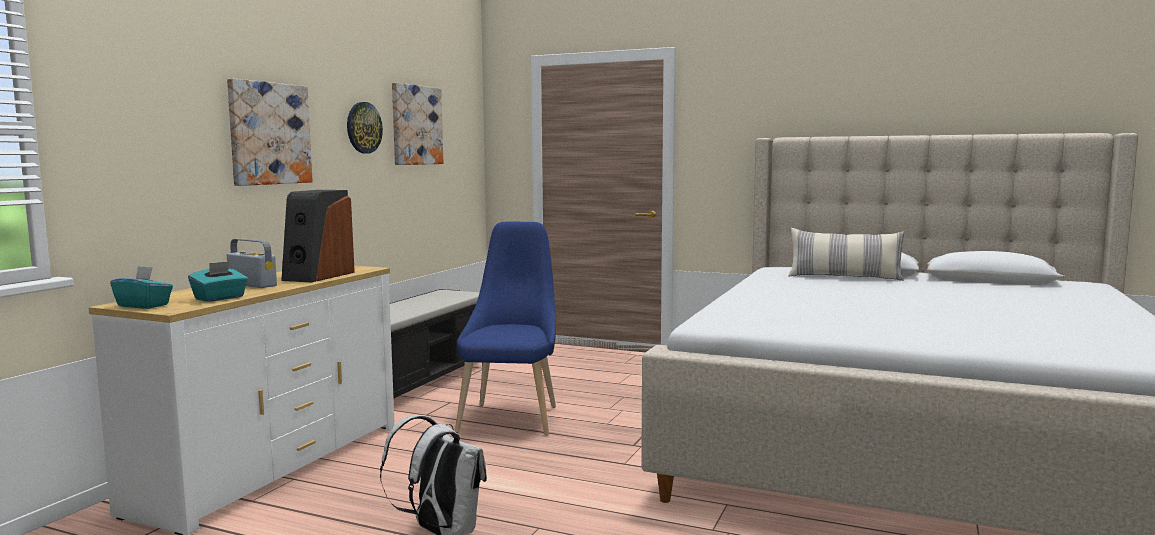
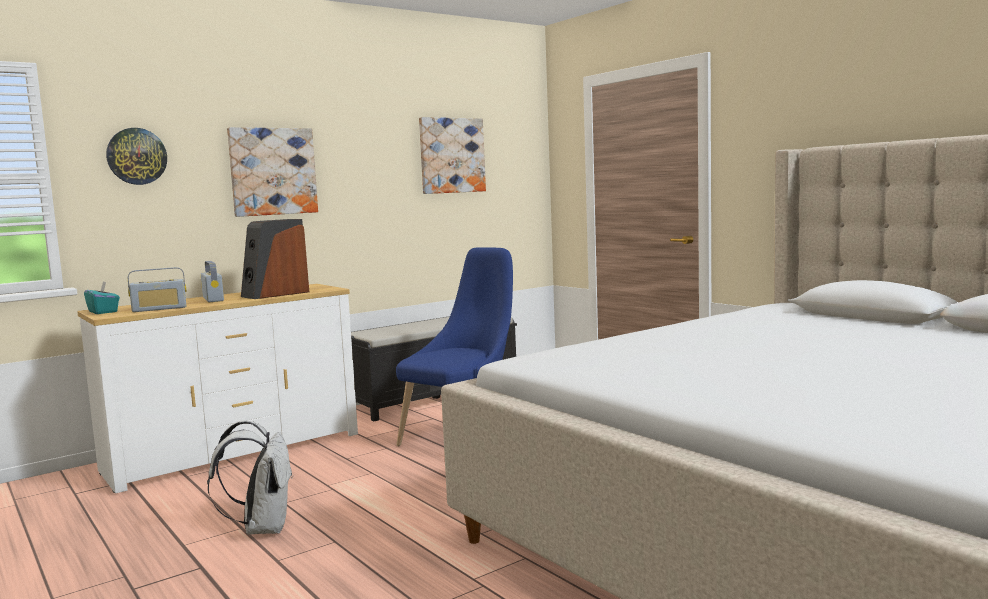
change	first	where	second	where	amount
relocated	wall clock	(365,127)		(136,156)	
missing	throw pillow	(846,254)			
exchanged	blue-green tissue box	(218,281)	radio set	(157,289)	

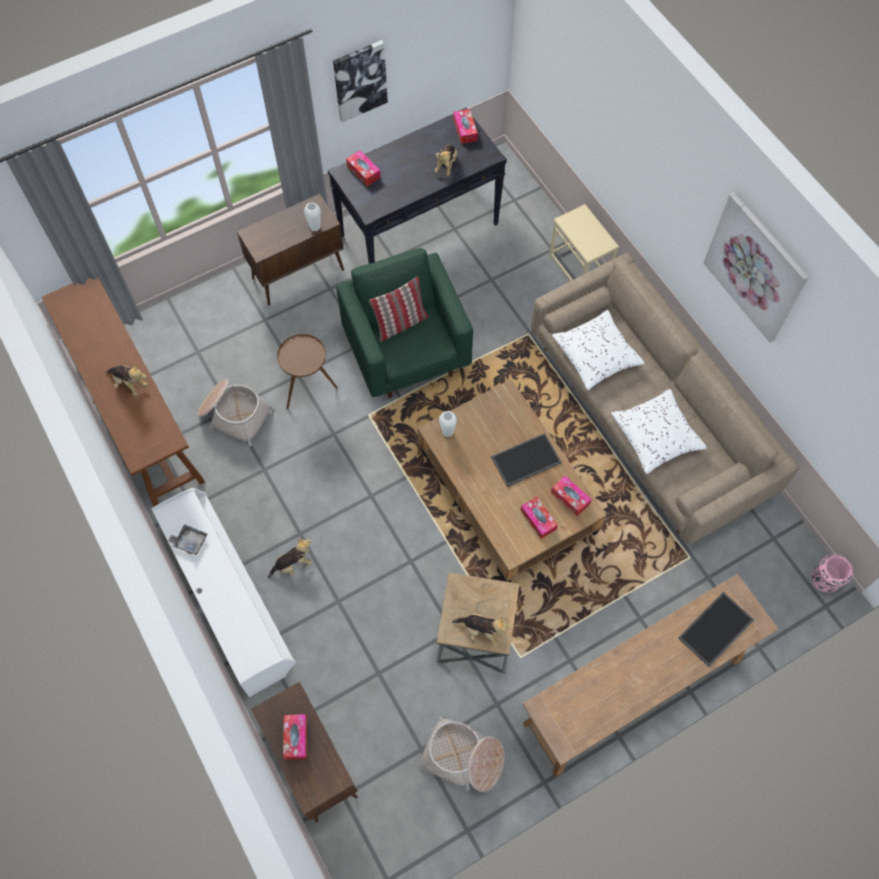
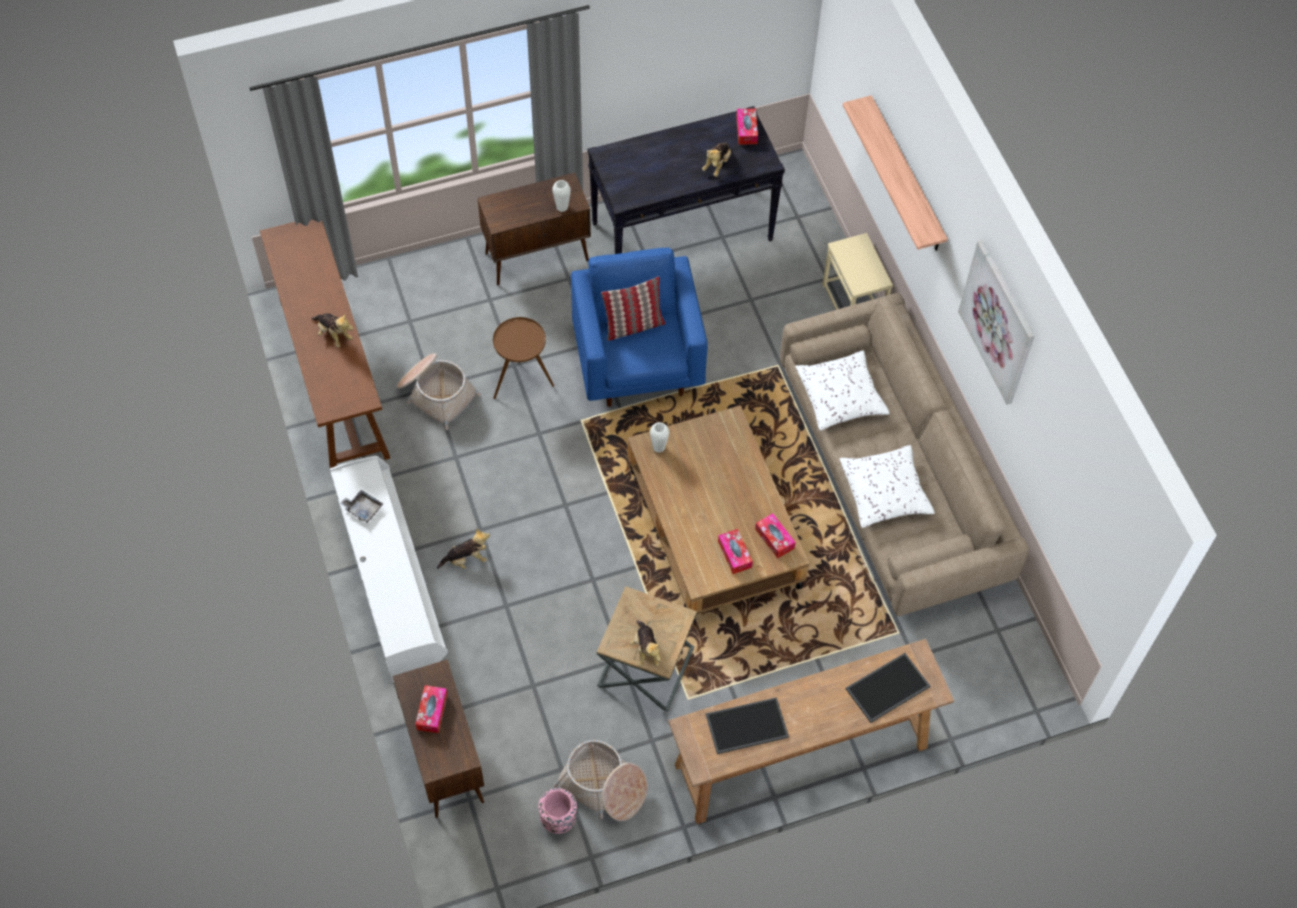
change	first	where	second	where	amount
missing	wall picture	(360,81)			
missing	tissue box	(363,168)			
colour	green-coloured armchair	(404,323)	blue-coloured armchair	(639,327)	
relocated	carrying tray	(526,460)		(747,725)	
relocated	pink vase	(832,573)		(558,811)	
spun	plush toy	(481,630)		(645,644)	45 degrees clockwise
appeared			bracket shelf	(895,173)	

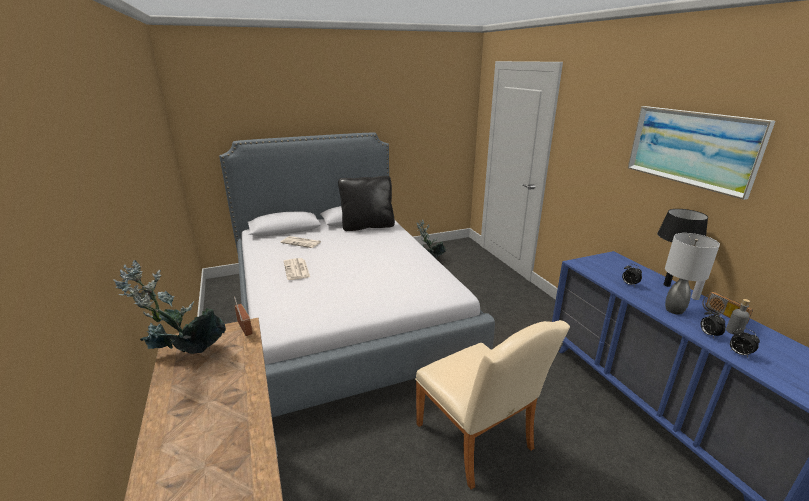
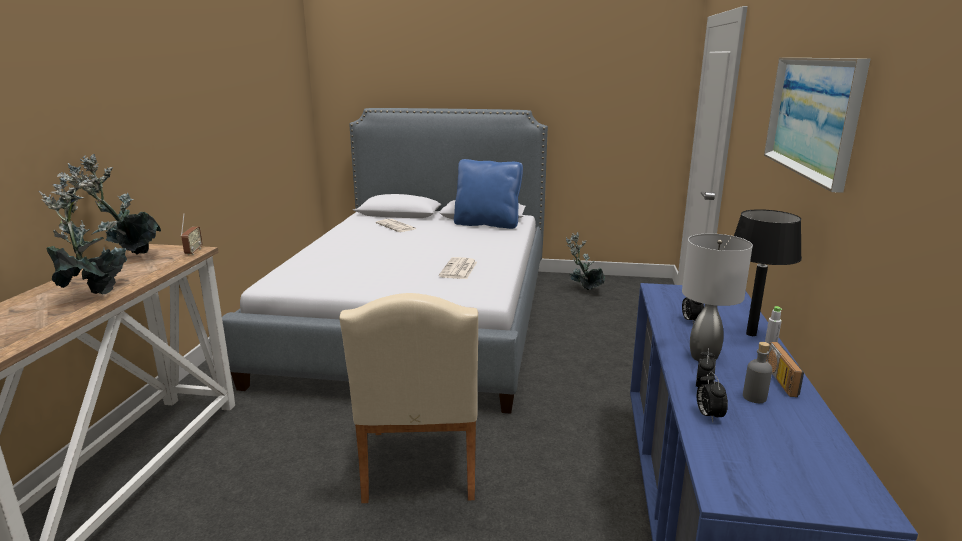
change	first	where	second	where	amount
colour	black throw pillow	(366,203)	blue-coloured throw pillow	(488,194)	
relocated	printed paper	(297,269)		(458,268)	
appeared			potted plant	(82,232)	

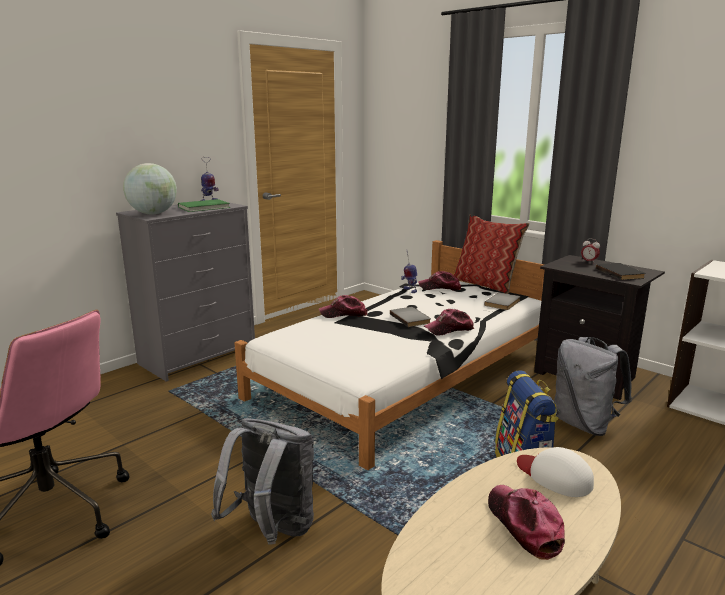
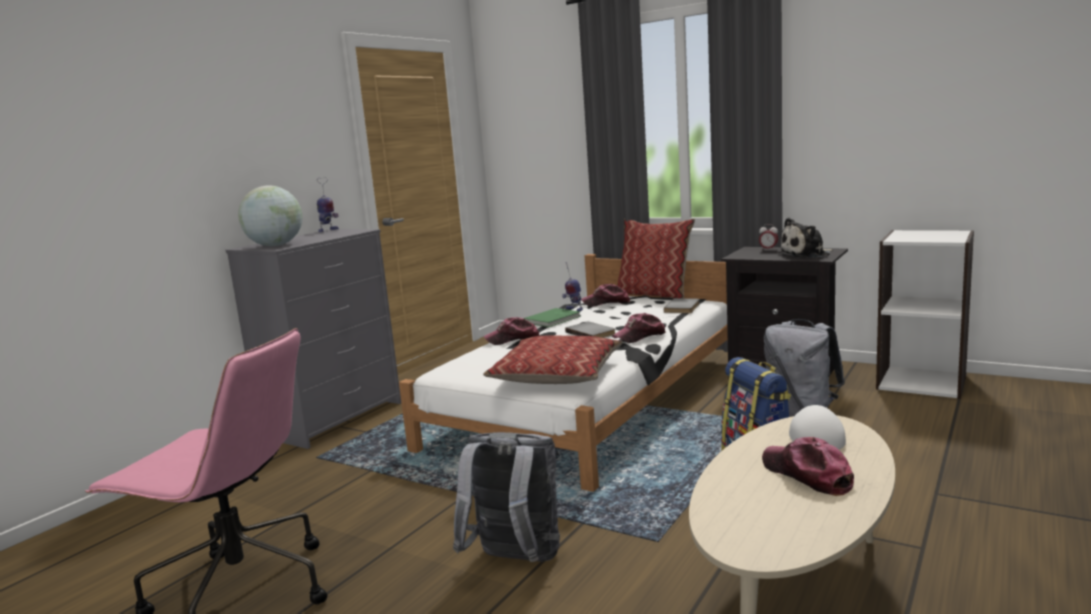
change	first	where	second	where	amount
relocated	green-coloured book	(204,205)		(552,317)	
exchanged	black book	(621,271)	plush toy	(805,238)	
spun	white cap	(555,472)		(817,427)	60 degrees clockwise
appeared			throw pillow	(553,360)	

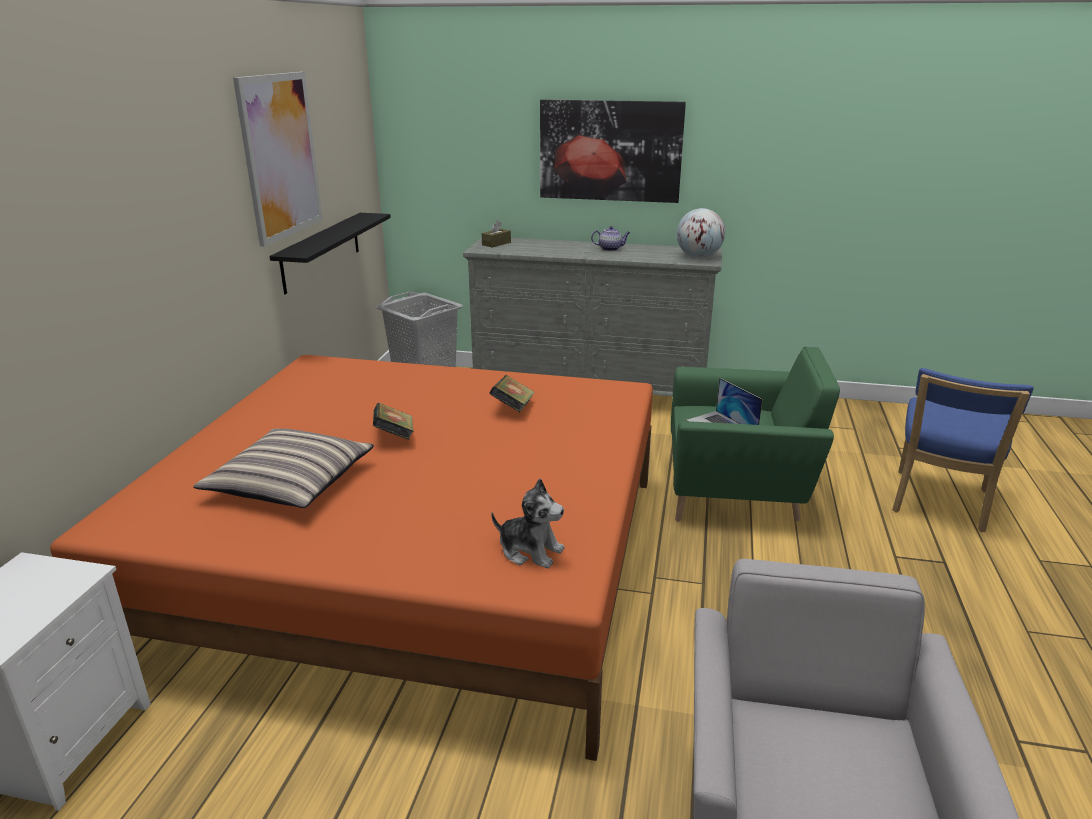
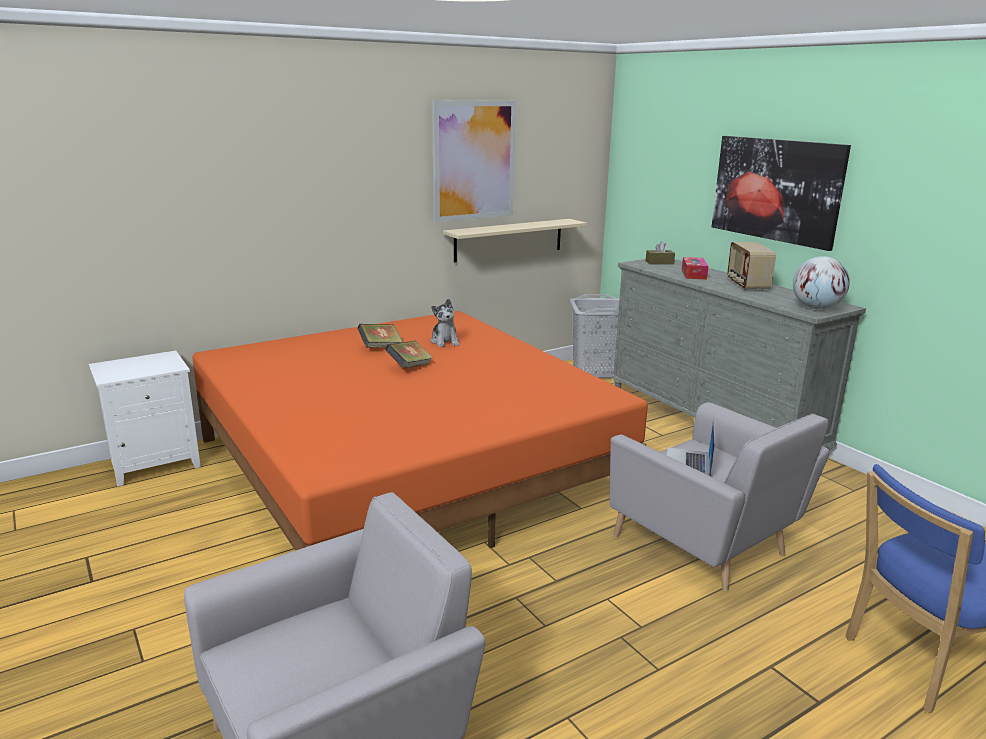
change	first	where	second	where	amount
colour	black bracket shelf	(330,254)	beige-coloured bracket shelf	(515,240)	
exchanged	teapot	(610,238)	radio set	(751,266)	
colour	green-coloured armchair	(755,434)	greyish armchair	(719,496)	
relocated	book	(512,393)		(380,336)	
missing	throw pillow	(283,468)			
relocated	plush toy	(528,523)		(444,323)	
appeared			tissue box	(695,268)	

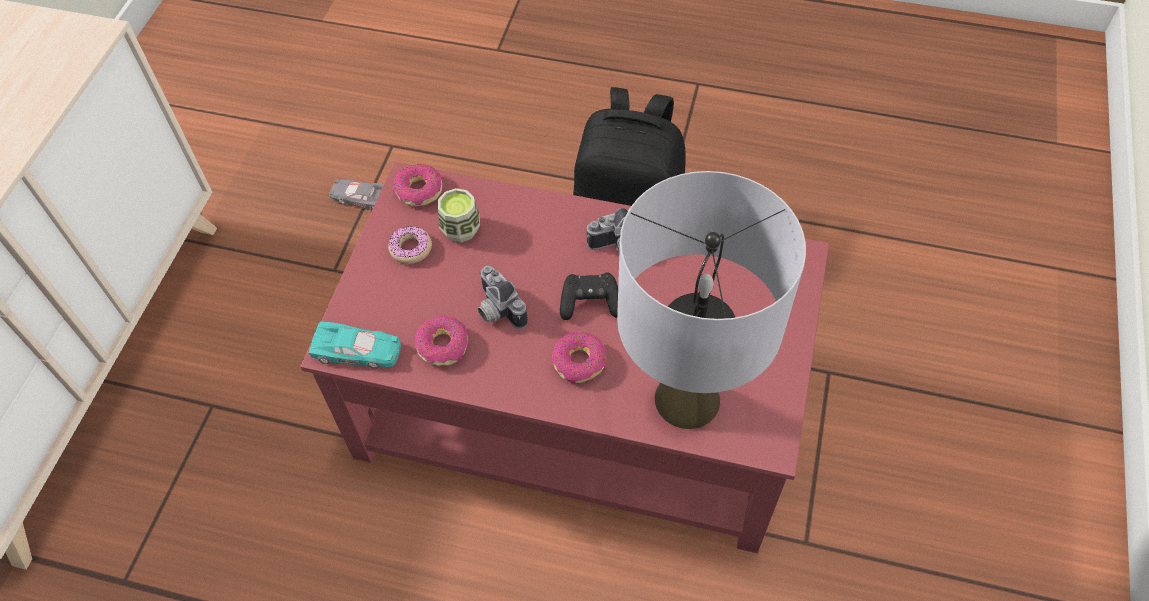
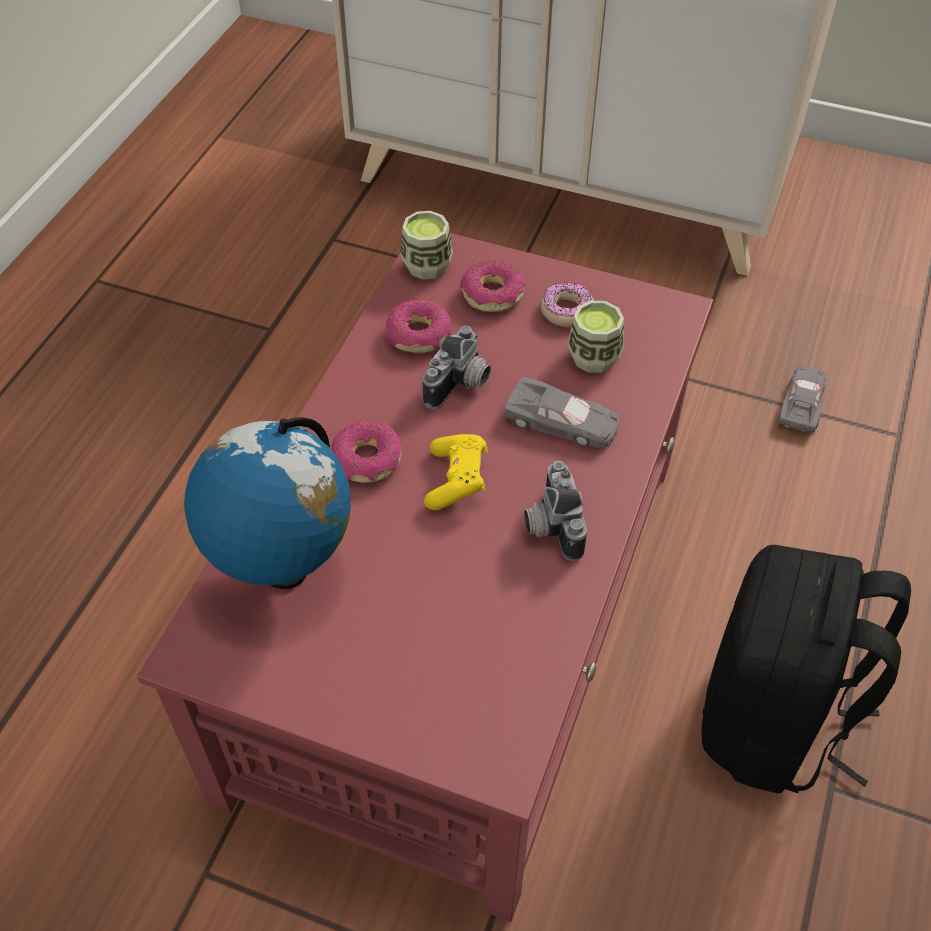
change	first	where	second	where	amount
relocated	donut	(418,185)		(493,286)	
exchanged	greyish lamp for a table	(711,300)	world globe	(267,503)	
spun	photo camera	(503,297)		(456,367)	150 degrees clockwise
colour	black gamepad	(589,296)	yellow gamepad	(456,472)	
exchanged	blue-green toy car	(355,345)	drinking cup	(426,245)	
appeared			greyish toy car	(562,412)	

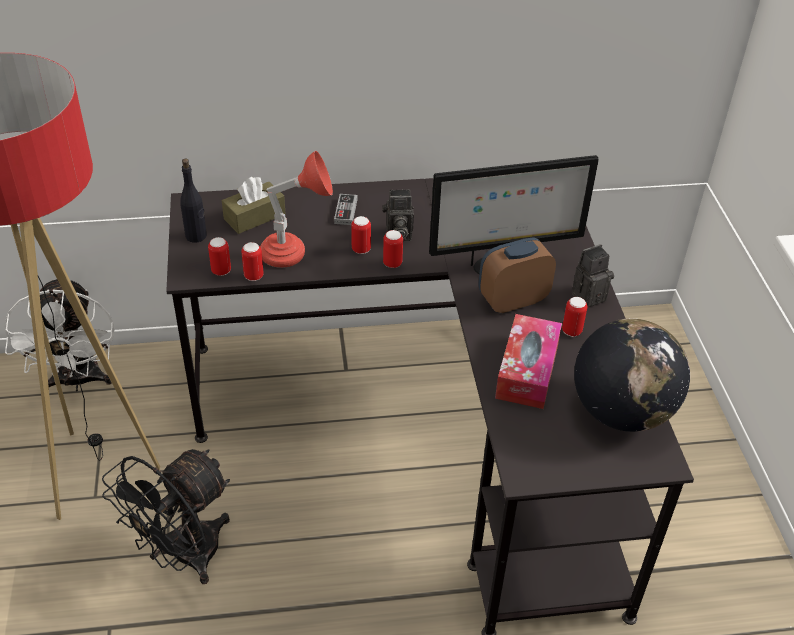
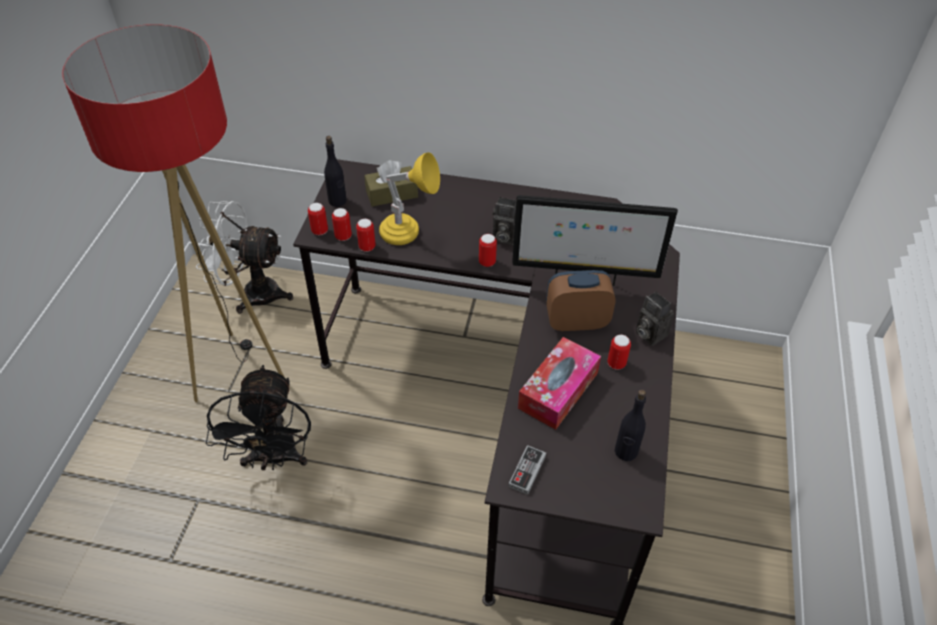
change	first	where	second	where	amount
colour	reddish lamp for a table	(296,209)	yellow lamp for a table	(409,198)	
relocated	gamepad	(345,209)		(527,470)	
relocated	can	(361,235)		(318,219)	
spun	photo camera	(593,276)		(655,318)	120 degrees counterclockwise
spun	white cooling fan	(59,335)		(244,257)	90 degrees clockwise
exchanged	world globe	(632,375)	black bottle	(630,425)	
spun	black cooling fan	(166,516)		(258,417)	60 degrees counterclockwise

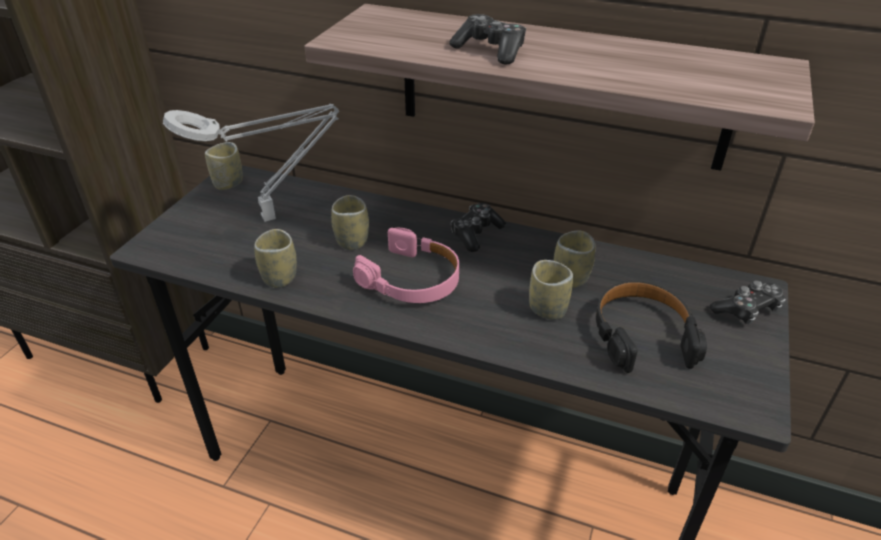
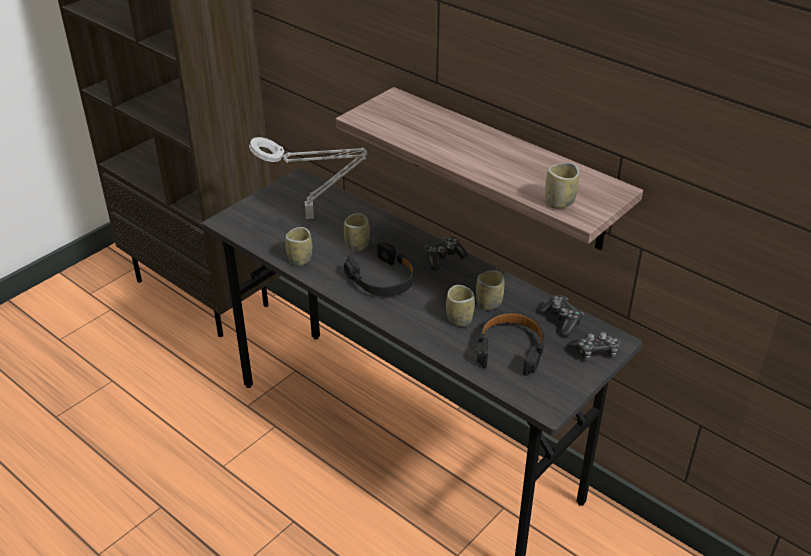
change	first	where	second	where	amount
relocated	gamepad	(488,39)		(560,316)	
relocated	drinking cup	(224,166)		(562,186)	
colour	pink headphones	(406,265)	black headphones	(379,269)	

